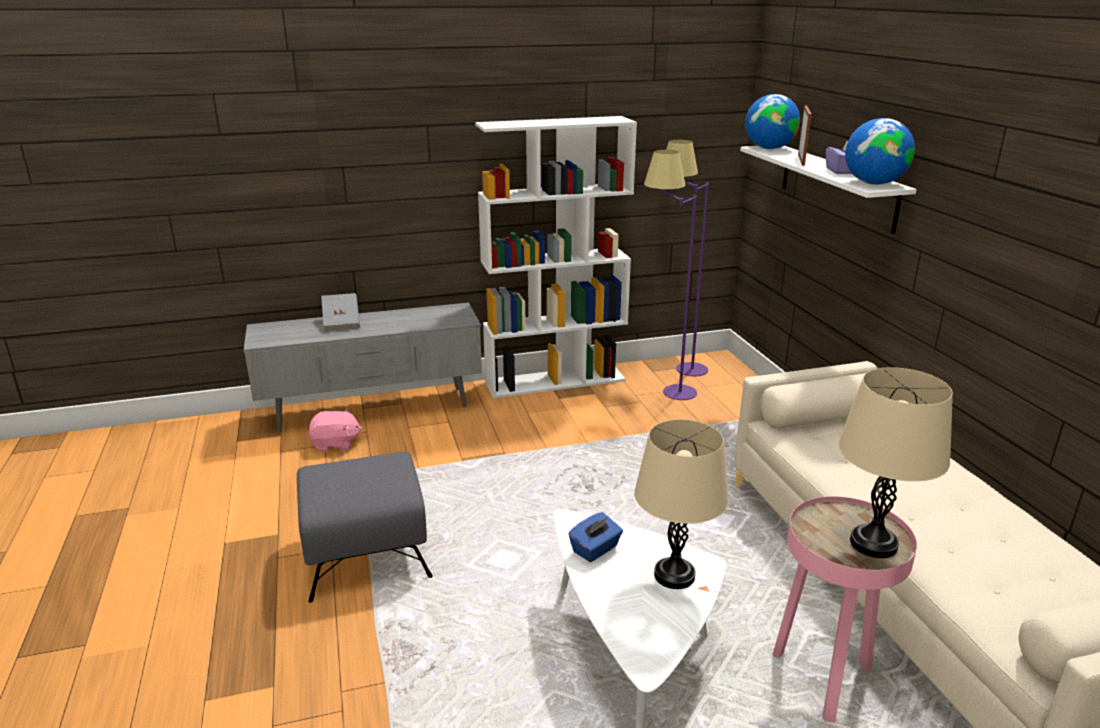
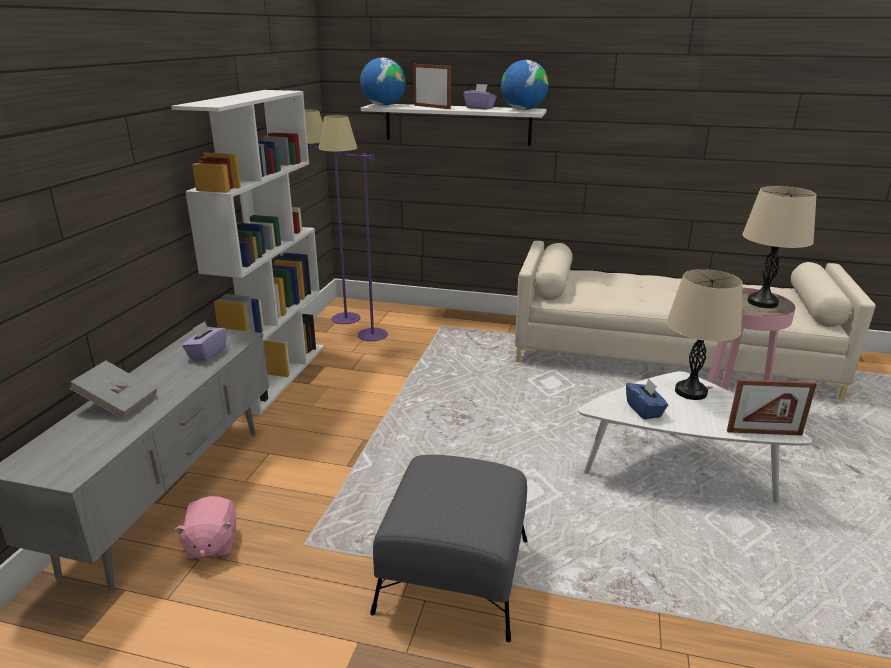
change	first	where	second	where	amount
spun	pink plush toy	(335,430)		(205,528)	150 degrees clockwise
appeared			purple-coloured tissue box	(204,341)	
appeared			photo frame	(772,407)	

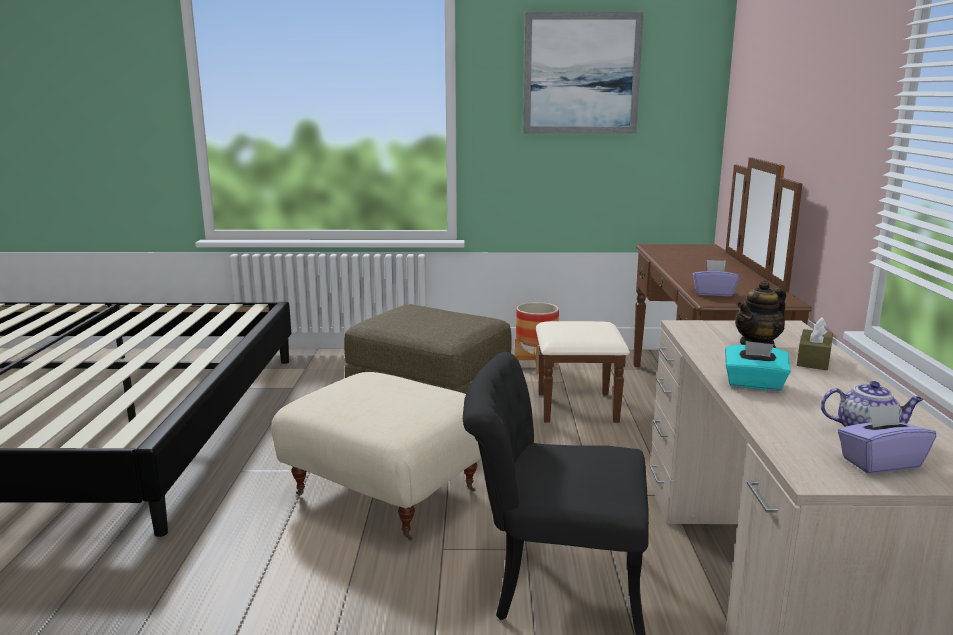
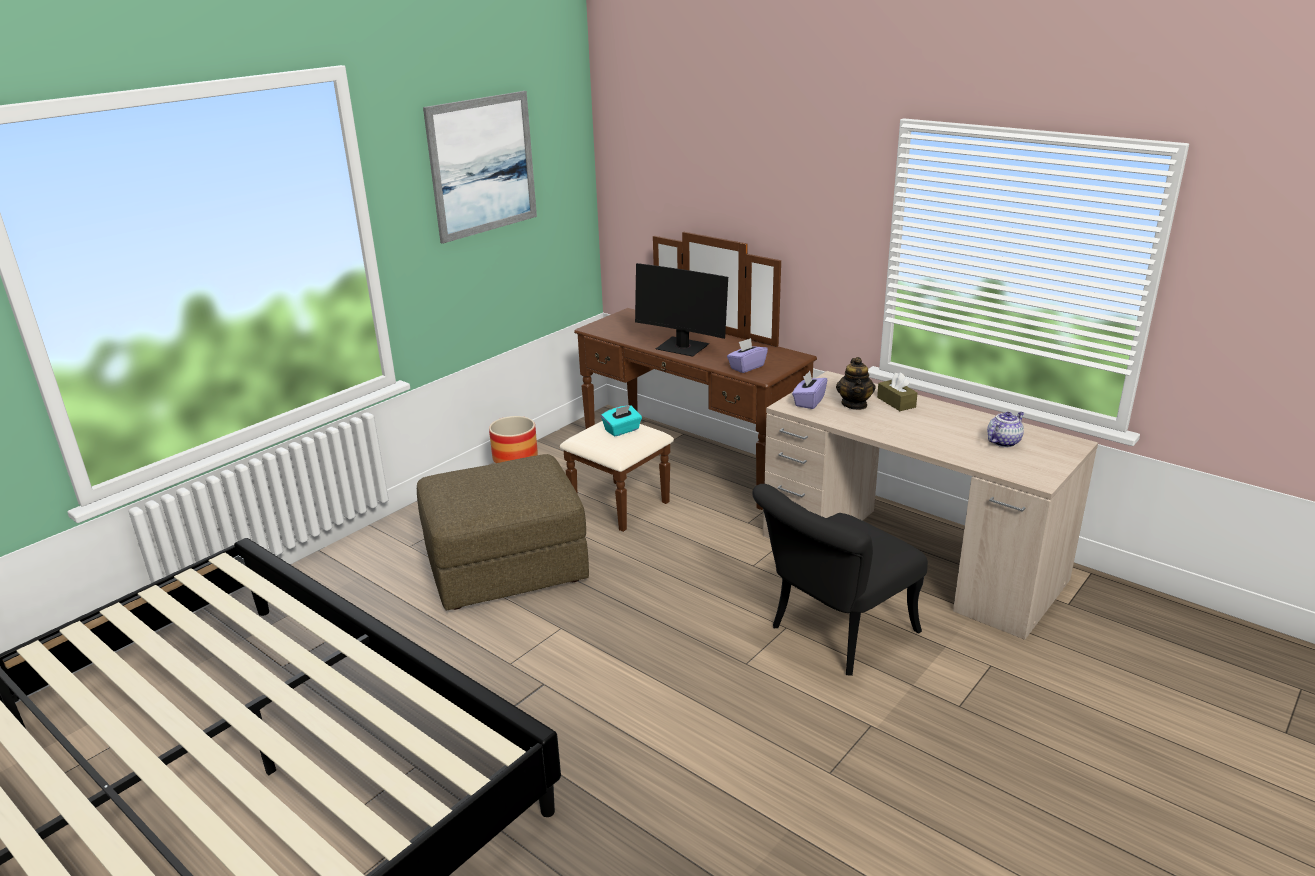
change	first	where	second	where	amount
relocated	blue-green tissue box	(757,366)		(621,421)	
missing	beige-coloured ottoman	(376,456)			
relocated	purple-coloured tissue box	(887,439)		(809,390)	
appeared			monitor	(681,309)	

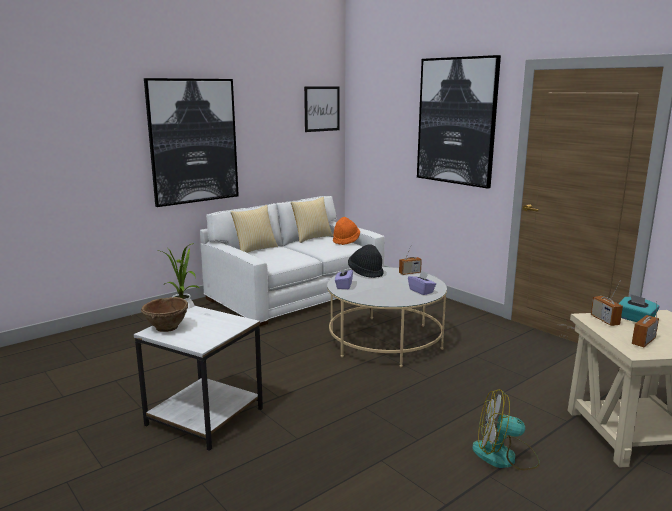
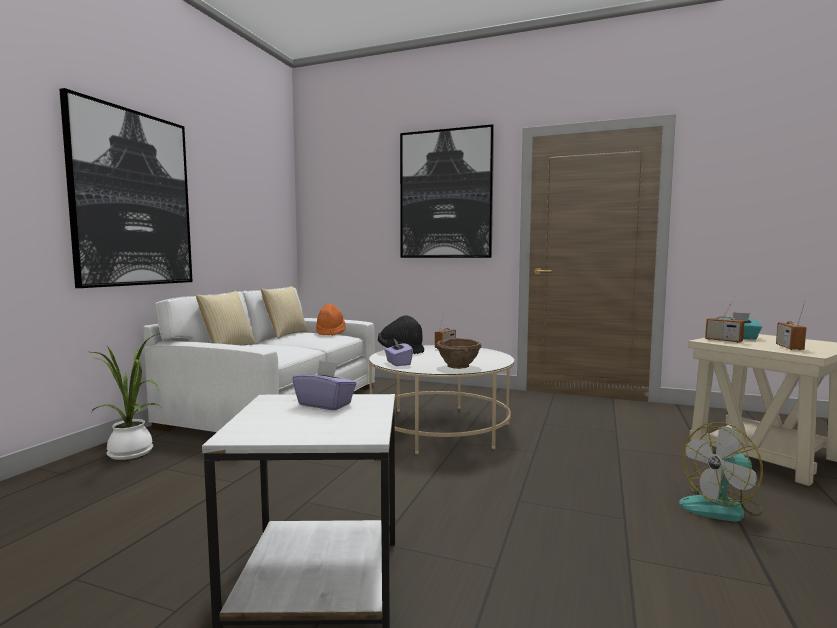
change	first	where	second	where	amount
missing	wall picture	(322,109)			
relocated	purple-coloured tissue box	(422,283)		(324,385)	
relocated	brown-coloured serving bowl	(164,314)		(459,353)	

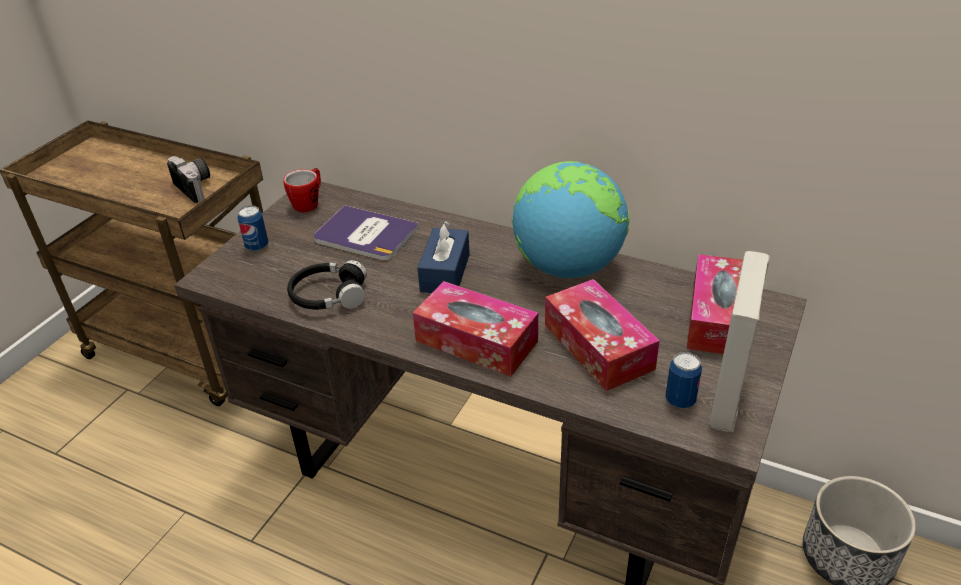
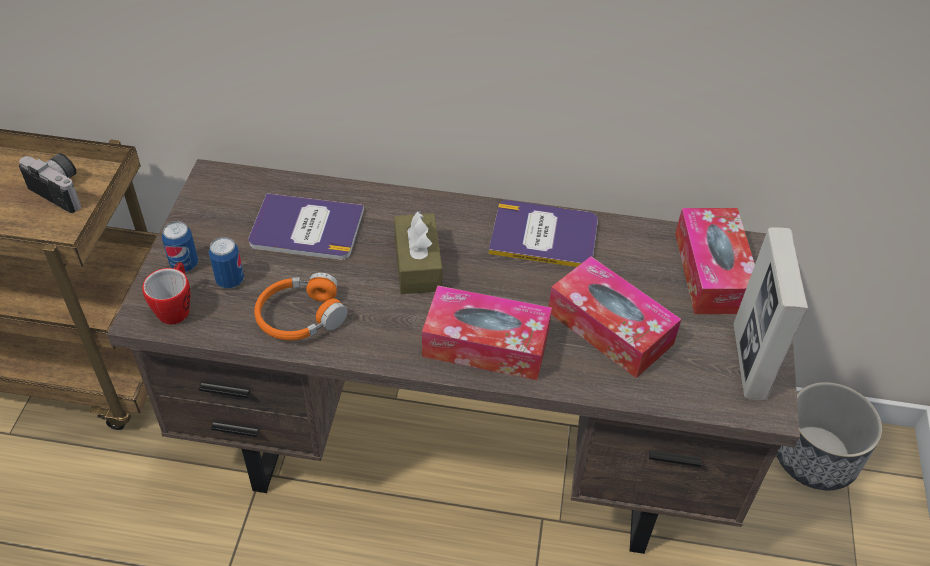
change	first	where	second	where	amount
exchanged	world globe	(570,219)	book	(543,233)	
relocated	tea mug	(302,190)		(166,293)	
colour	blue-coloured tissue box	(444,256)	brown-coloured tissue box	(418,252)	
colour	black headphones	(327,285)	orangey headphones	(301,306)	
relocated	can	(683,380)		(226,262)	

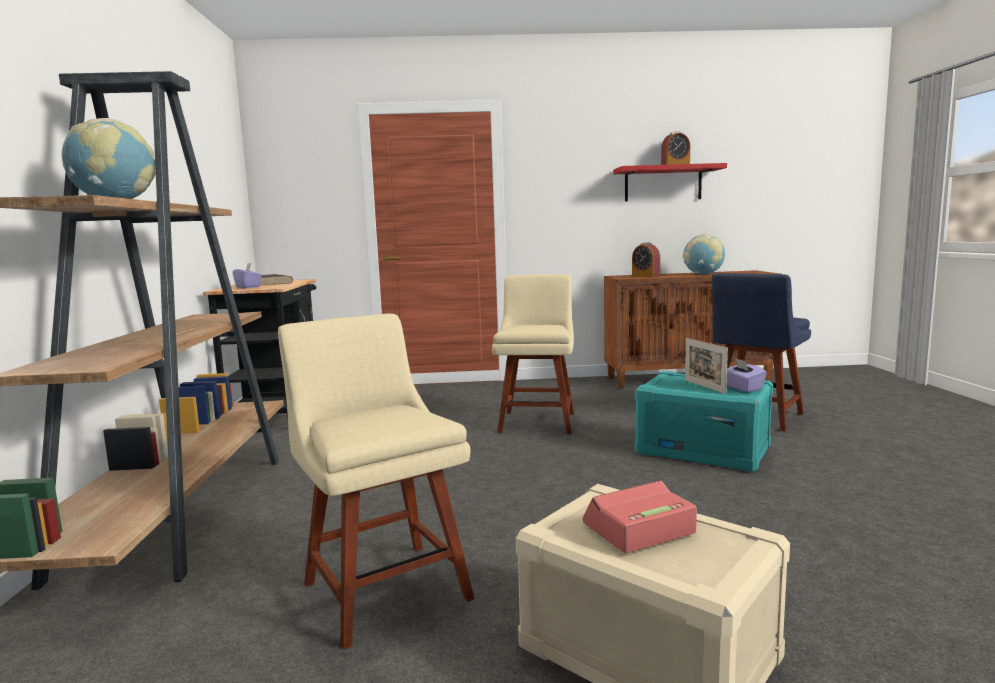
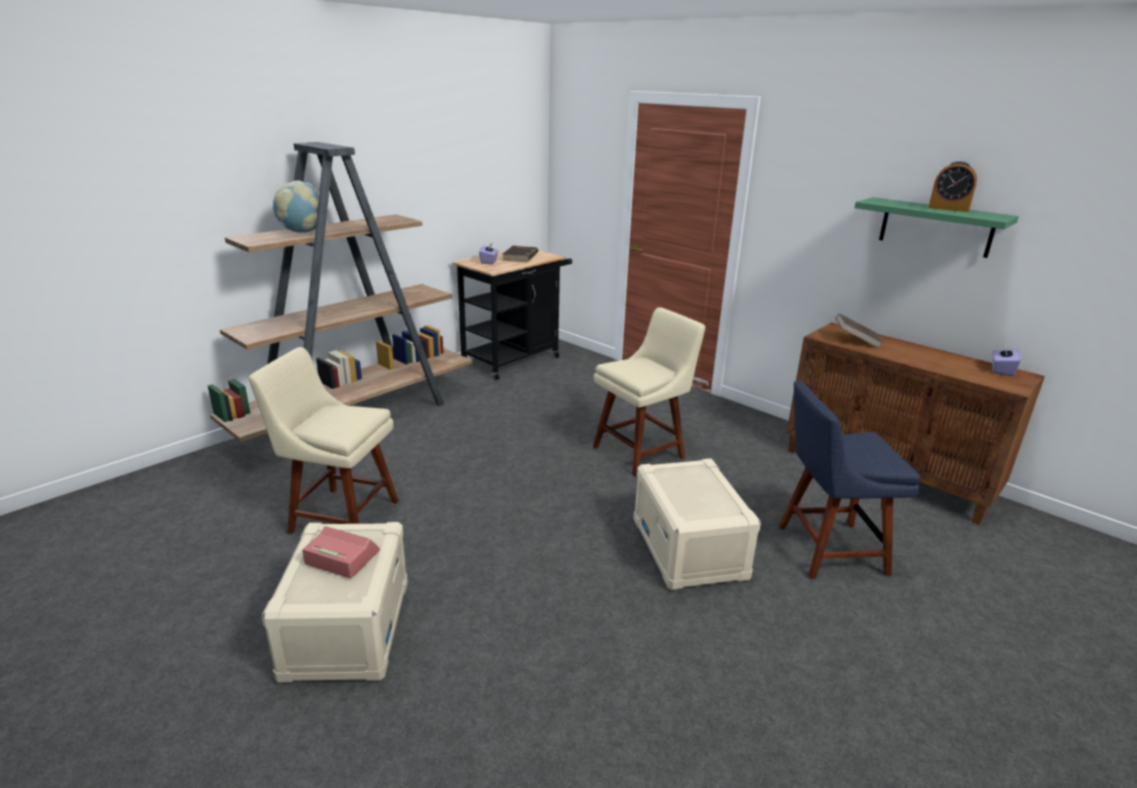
change	first	where	second	where	amount
colour	reddish bracket shelf	(670,182)	green-coloured bracket shelf	(936,227)	
missing	world globe	(704,254)			
exchanged	bedside clock	(646,260)	brown-coloured book	(859,330)	
spun	beige-coloured chair	(376,481)		(323,440)	90 degrees counterclockwise
missing	photo frame	(706,366)			
relocated	purple-coloured tissue box	(747,375)		(1006,361)	
colour	blue-green storage box	(704,422)	beige-coloured storage box	(697,524)	

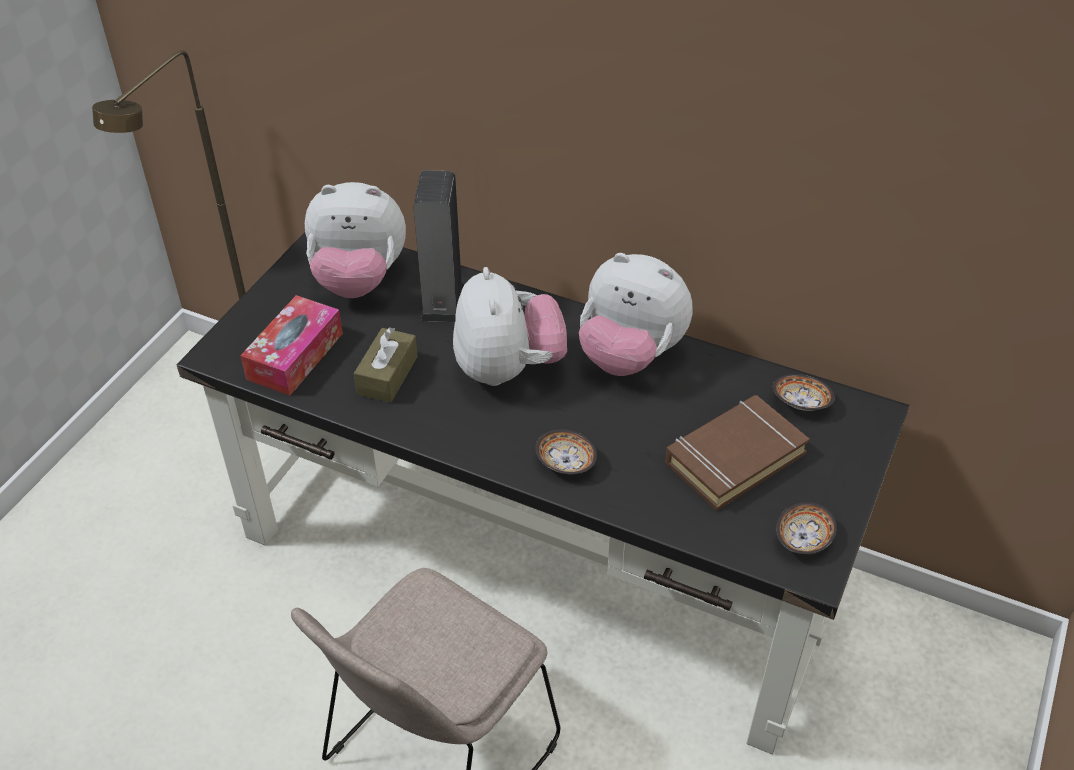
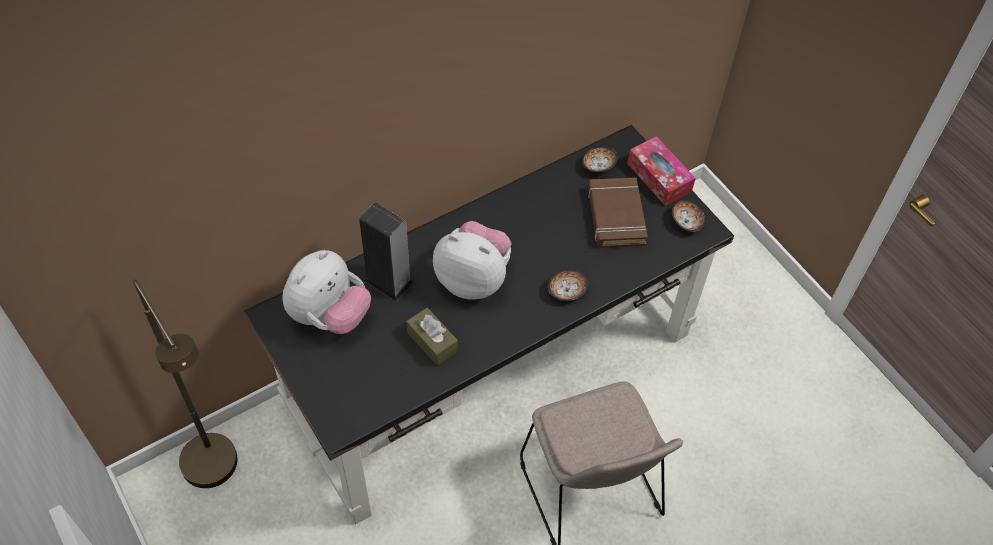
change	first	where	second	where	amount
missing	plush toy	(635,314)			
relocated	tissue box	(291,345)		(661,171)	

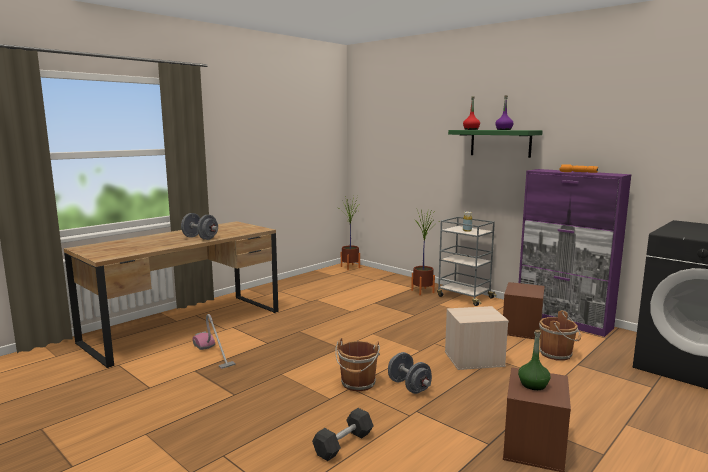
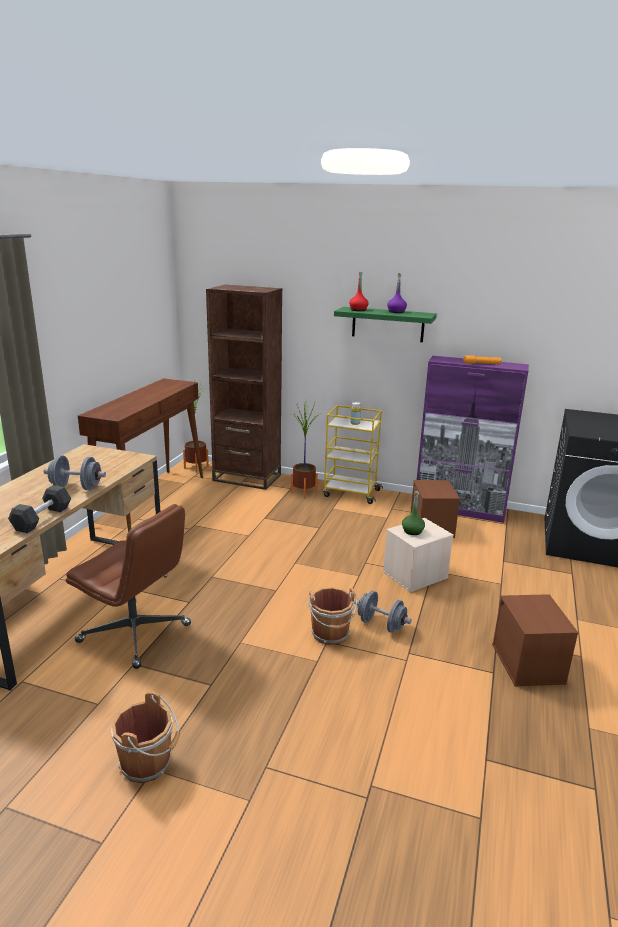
change	first	where	second	where	amount
colour	greyish wheeled cart	(467,261)	yellow wheeled cart	(353,454)	
relocated	brown-coloured water bucket	(560,336)		(145,737)	
exchanged	vacuum	(214,341)	brown-coloured computer chair	(128,586)	
relocated	green-coloured bottle	(534,360)		(413,513)	
relocated	black hand weight	(342,434)		(39,509)	
appeared			brown-coloured bookcase	(244,387)	
appeared			brown-coloured hall table	(140,455)	

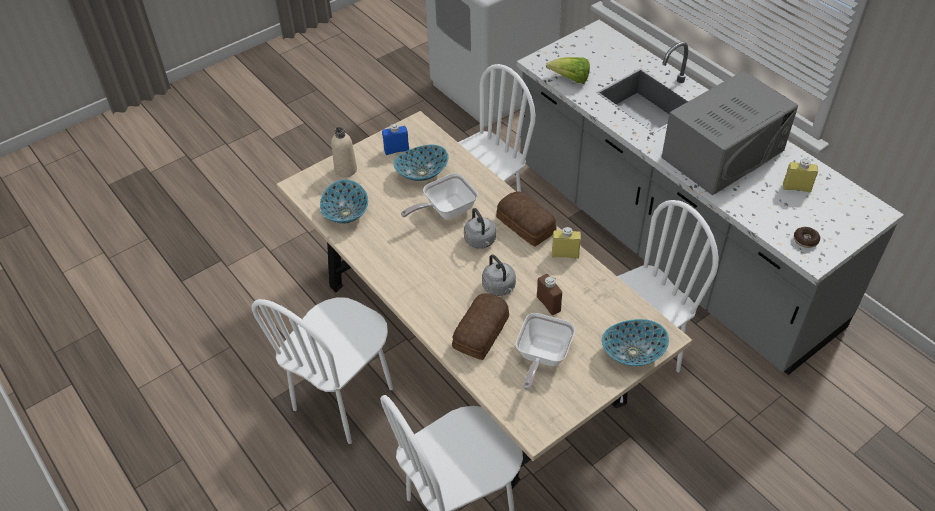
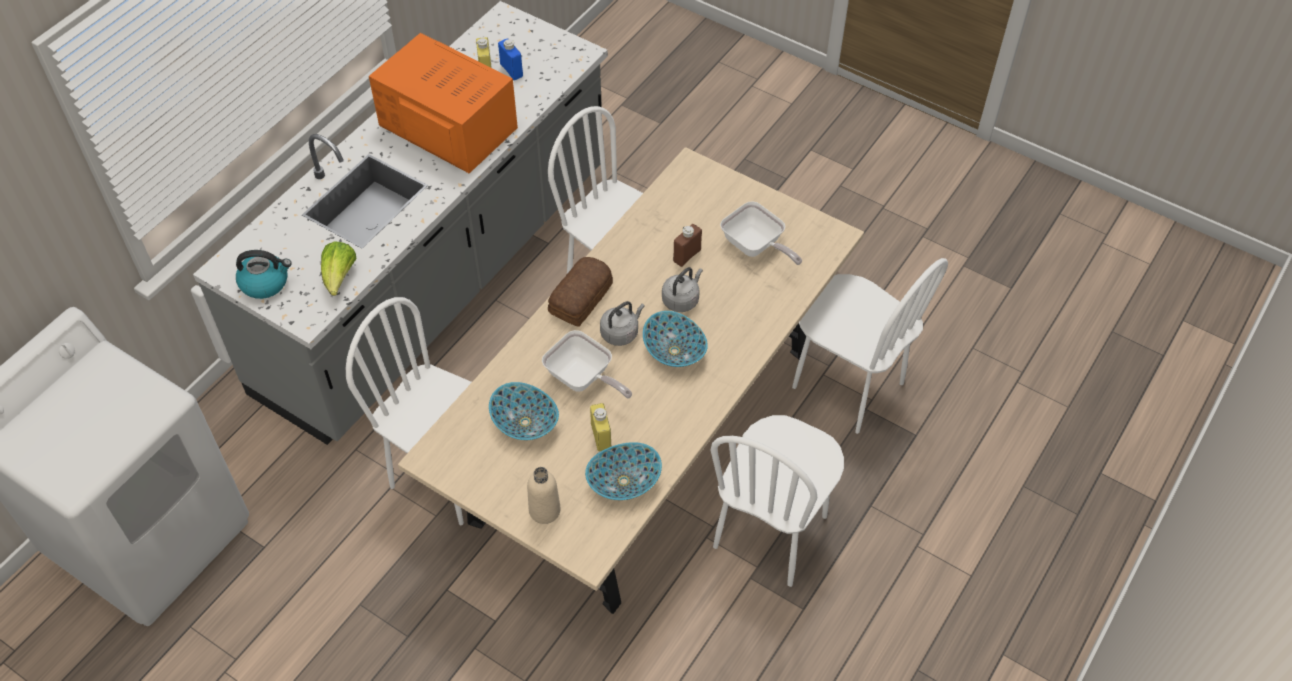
change	first	where	second	where	amount
colour	greyish microwave oven	(729,133)	orangey microwave oven	(443,103)	
relocated	blue-coloured bottle	(395,139)		(510,59)	
relocated	yellow bottle	(566,242)		(600,427)	
missing	donut	(807,237)			
missing	baked bread	(480,326)			
spun	white chair	(322,370)		(777,501)	105 degrees clockwise
spun	frying pan	(545,351)		(761,233)	45 degrees clockwise
relocated	serving bowl	(635,342)		(675,339)	
appeared			water kettle	(264,274)	

